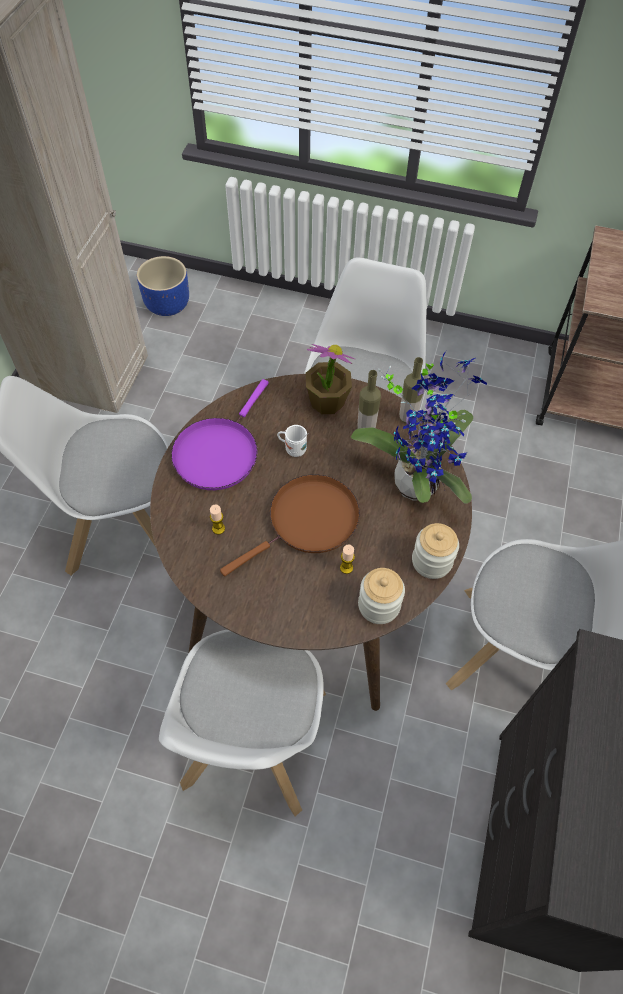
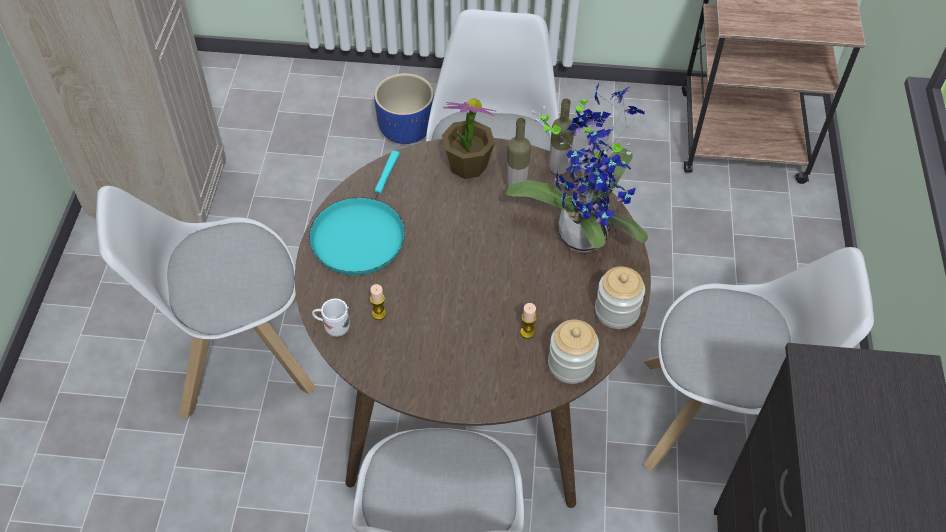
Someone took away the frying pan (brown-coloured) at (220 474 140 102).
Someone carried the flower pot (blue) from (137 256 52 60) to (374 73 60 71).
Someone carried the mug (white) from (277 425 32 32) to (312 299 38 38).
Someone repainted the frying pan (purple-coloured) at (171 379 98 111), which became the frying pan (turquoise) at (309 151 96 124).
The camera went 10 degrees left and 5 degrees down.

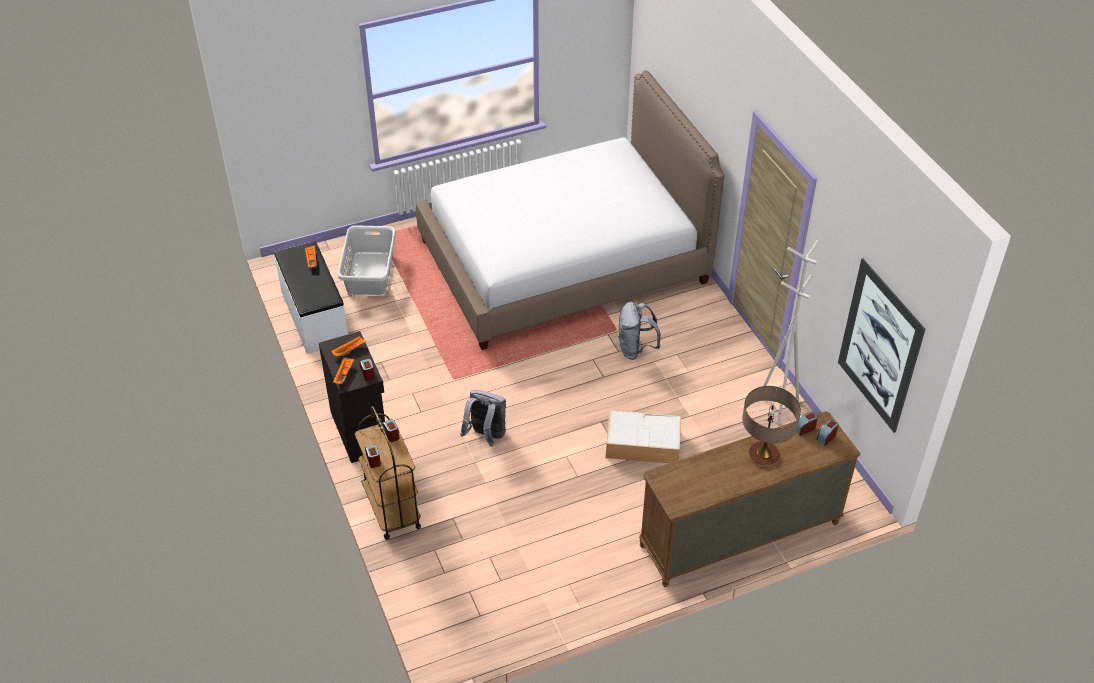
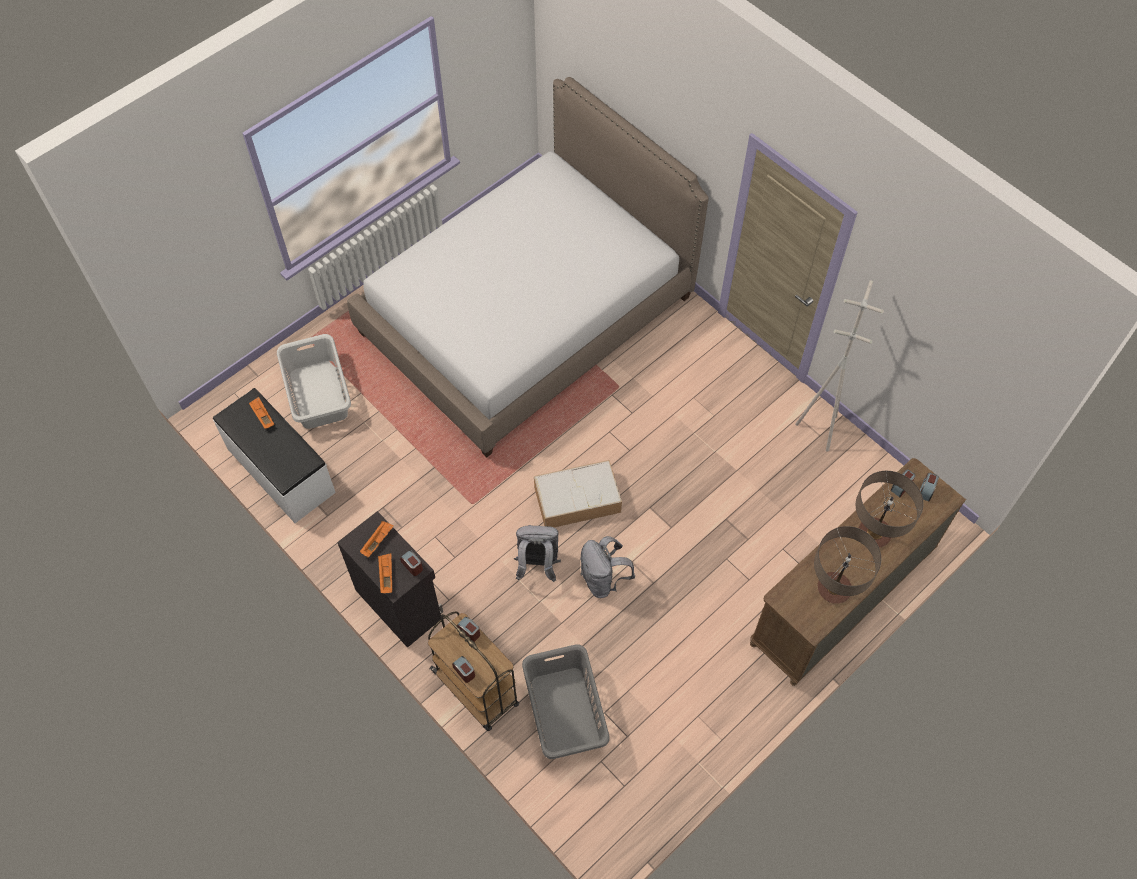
Someone took away the picture at (838 258 88 175).
Someone put down the washing basket (grey) at (522 644 88 115).
Someone put down the tabletop lamp at (814 526 67 78).
Someone carried the storage box from (606 410 75 53) to (534 460 88 67).
Someone carried the rucksack (grey) from (618 302 43 58) to (580 536 55 62).
The camera went 20 degrees left and 15 degrees up.

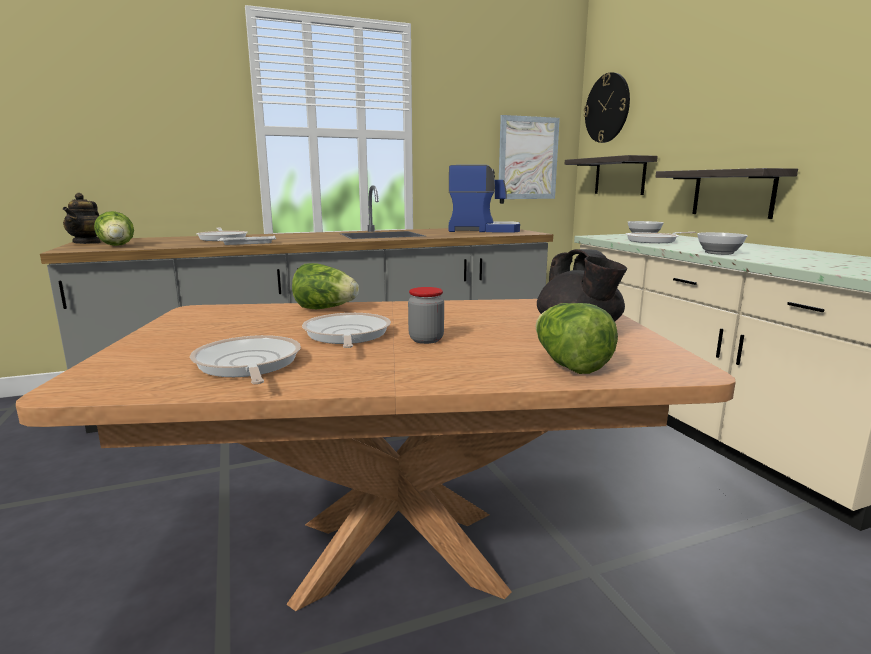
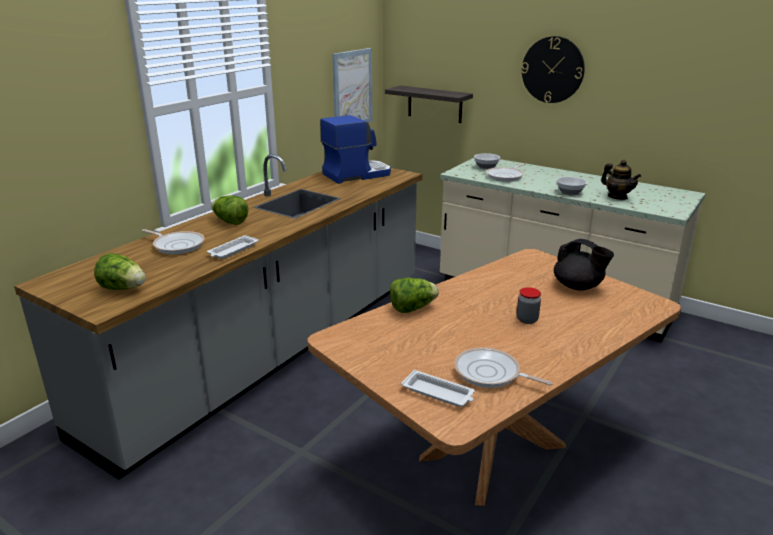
Someone took away the frying pan at (302 313 89 35).
Someone took away the bracket shelf at (655 168 143 51).
Someone put down the serving tray (white) at (401 369 74 38).
Someone carried the tea pot from (63 193 38 51) to (601 160 40 40).
Someone carried the head of lettuce from (535 303 83 71) to (211 195 37 30).
Someone carried the clock on the wall from (584 72 46 71) to (521 36 64 67).
The camera went 35 degrees left and 10 degrees up.

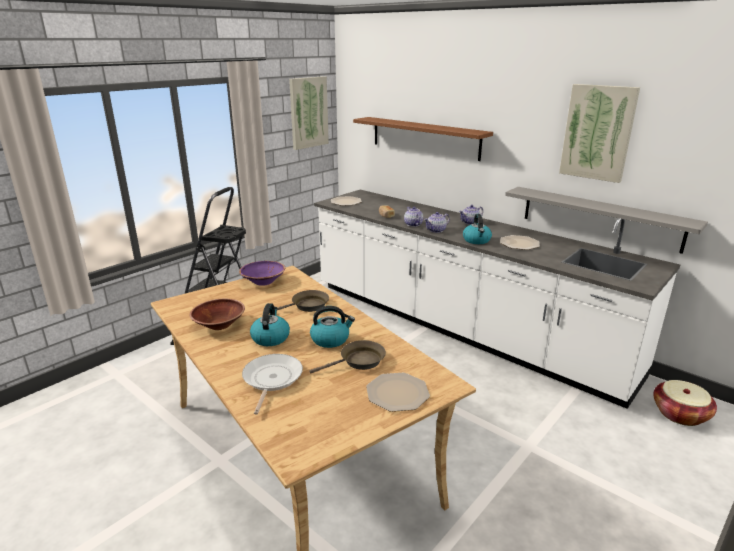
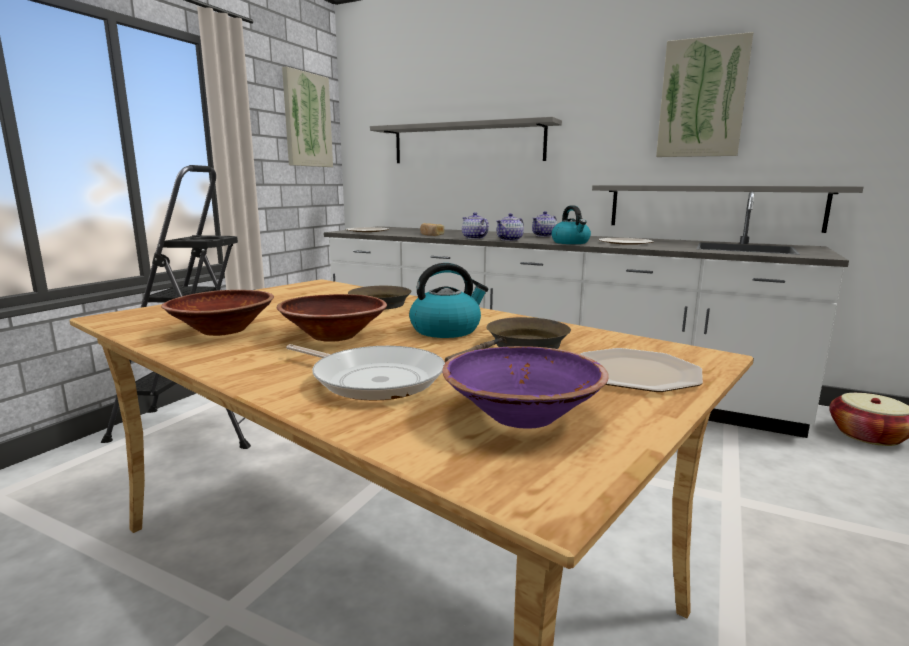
Someone carried the serving bowl (purple-coloured) from (239 261 46 25) to (442 346 167 83).
Someone swapped the kettle at (250 303 40 43) for the serving bowl (brown-coloured) at (277 294 110 48).
Someone repainted the bracket shelf (brown-coloured) at (353 117 140 44), which became the bracket shelf (grey) at (370 117 192 46).
Someone rotated the frying pan at (242 354 61 61) by 135 degrees clockwise.
The camera went 15 degrees left and 10 degrees down.

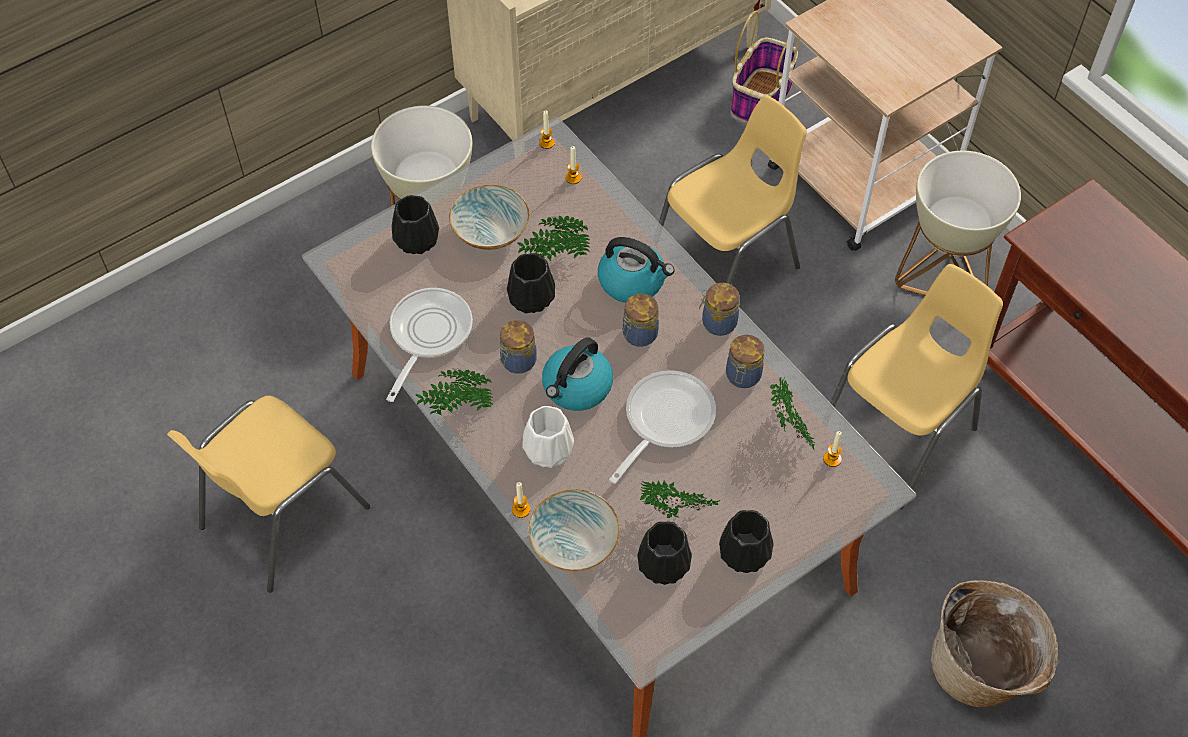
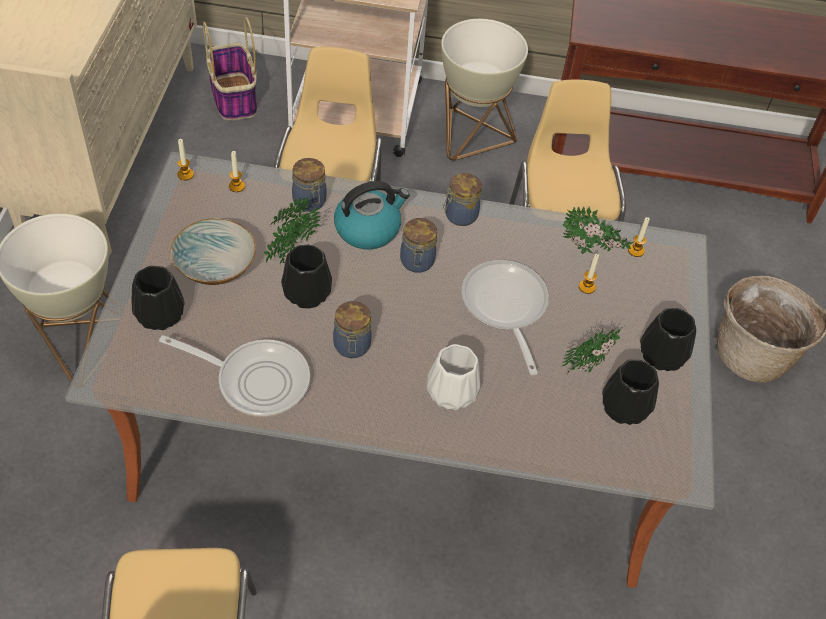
Someone took away the plant in a pot at (416 368 77 47).
Someone took away the serving bowl at (529 489 91 82).
Someone took away the kettle at (542 337 71 74).
Someone carried the wax candle from (512 482 18 36) to (579 254 20 40).
Someone carried the storage jar from (726 335 39 53) to (292 158 34 54).
Someone rotated the frying pan at (386 288 87 114) by 135 degrees clockwise.
The camera went 50 degrees left and 5 degrees down.

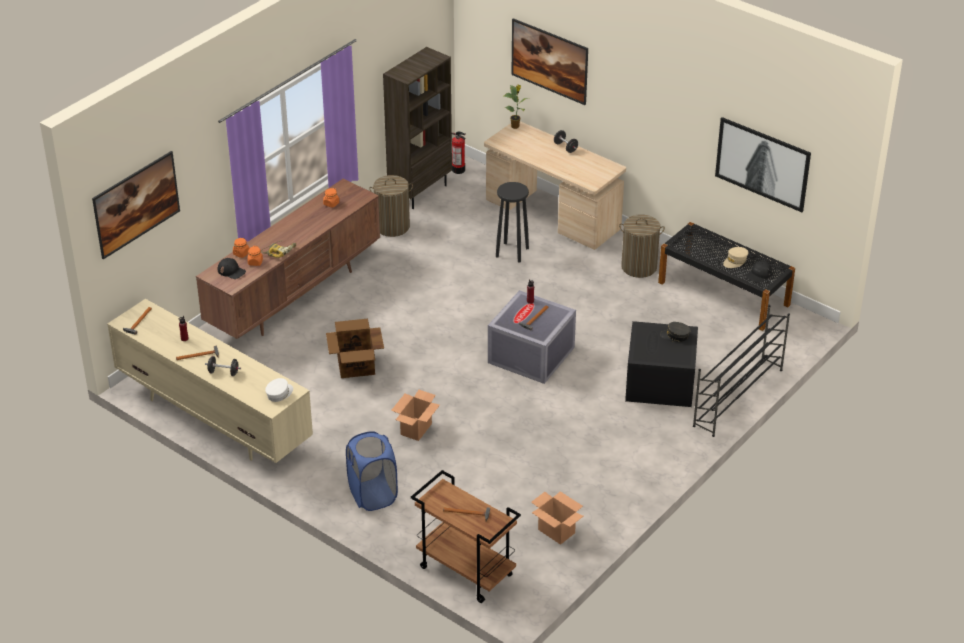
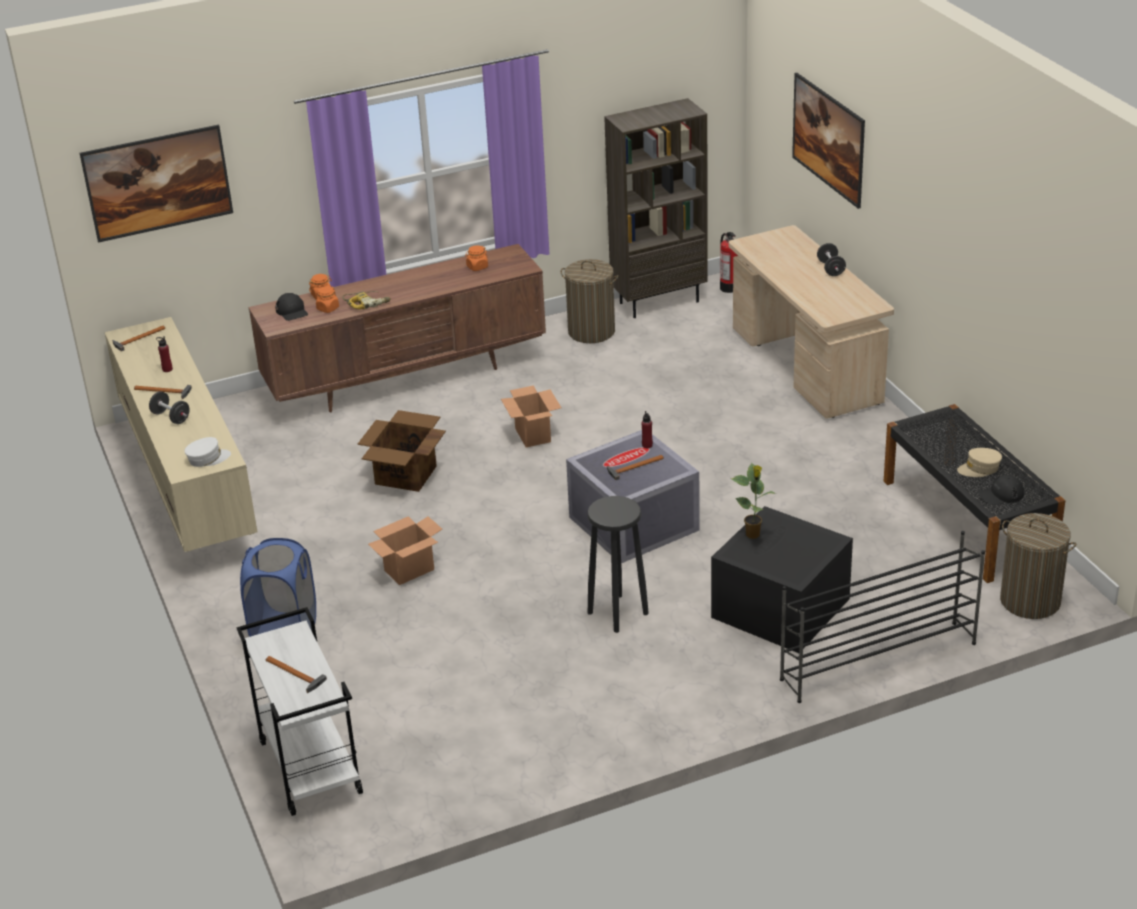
Someone took away the baseball cap (grey) at (660 322 31 20).
Someone took away the picture at (715 117 96 95).
Someone carried the stool seat (black-coloured) from (496 182 33 81) to (588 496 61 137).
Someone carried the plant in a pot from (504 85 24 44) to (732 463 44 76).
Someone carried the packing box from (531 491 52 54) to (501 385 60 62).
Someone carried the washing basket from (619 215 46 63) to (1000 513 76 106).
Someone repainted the trolley (brown-coloured) at (411 470 110 133), which became the trolley (white) at (236 607 127 209).
The camera went 30 degrees right and 5 degrees down.

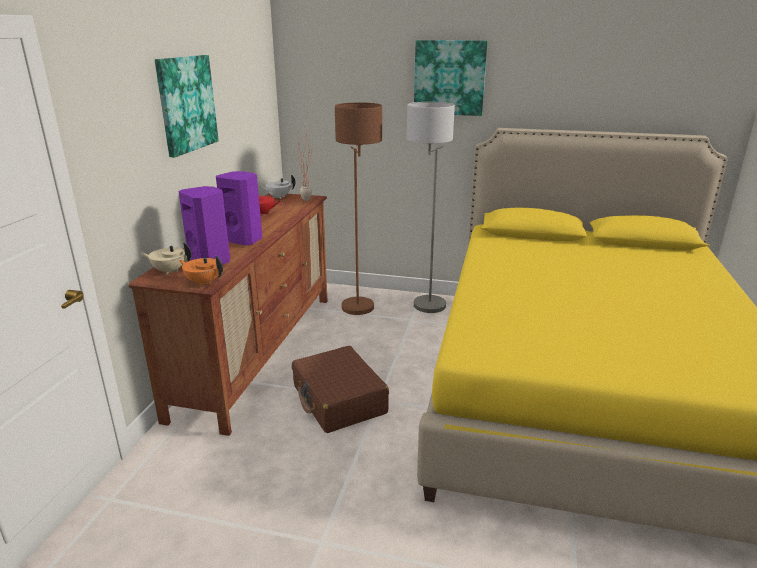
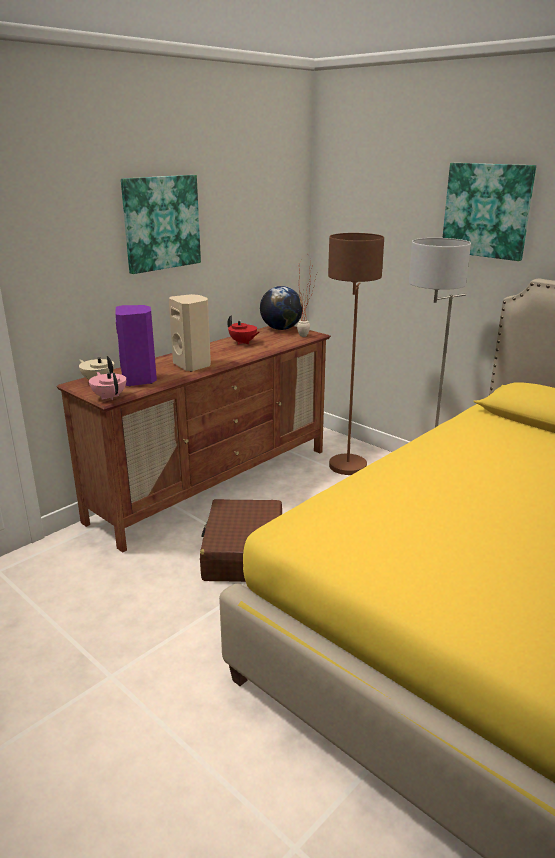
Someone swapped the tea pot (white) at (259 175 36 24) for the world globe at (260 286 43 44).
Someone repainted the tea pot (orangey) at (179 255 44 31), which became the tea pot (pink-coloured) at (89 372 37 28).
Someone repainted the audio speaker (purple-coloured) at (216 171 46 75), which became the audio speaker (beige-coloured) at (169 294 42 77).
The camera went 30 degrees right and 0 degrees up.

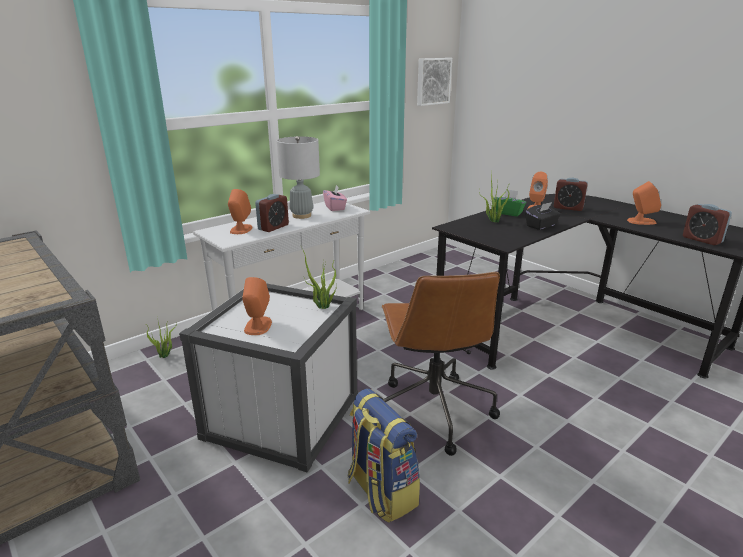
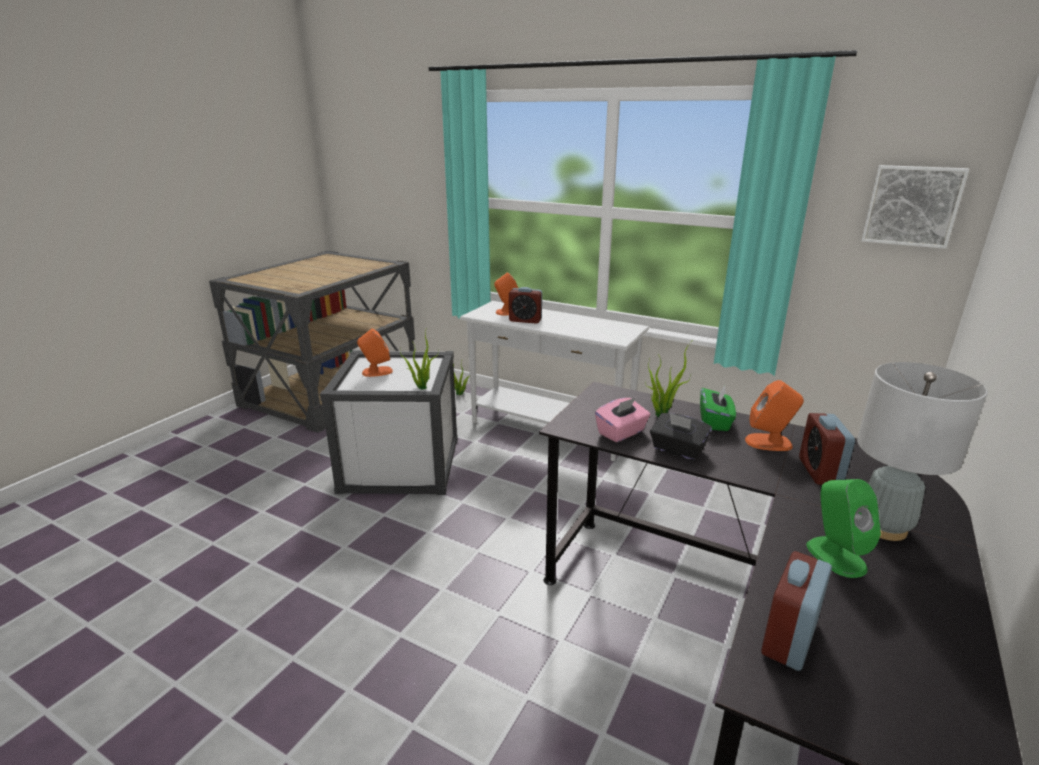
Someone took away the rucksack at (348 388 72 135).
Someone took away the office chair (brown-coloured) at (382 272 118 184).
Someone carried the tabletop lamp (grey) from (277 136 43 83) to (857 362 131 179).
Someone carried the box of tissues (pink-coloured) from (323 185 24 26) to (595 398 55 44).
Someone repainted the audio speaker (orangey) at (627 181 34 44), which became the audio speaker (green-coloured) at (806 479 75 99).
The camera went 70 degrees right and 0 degrees up.

